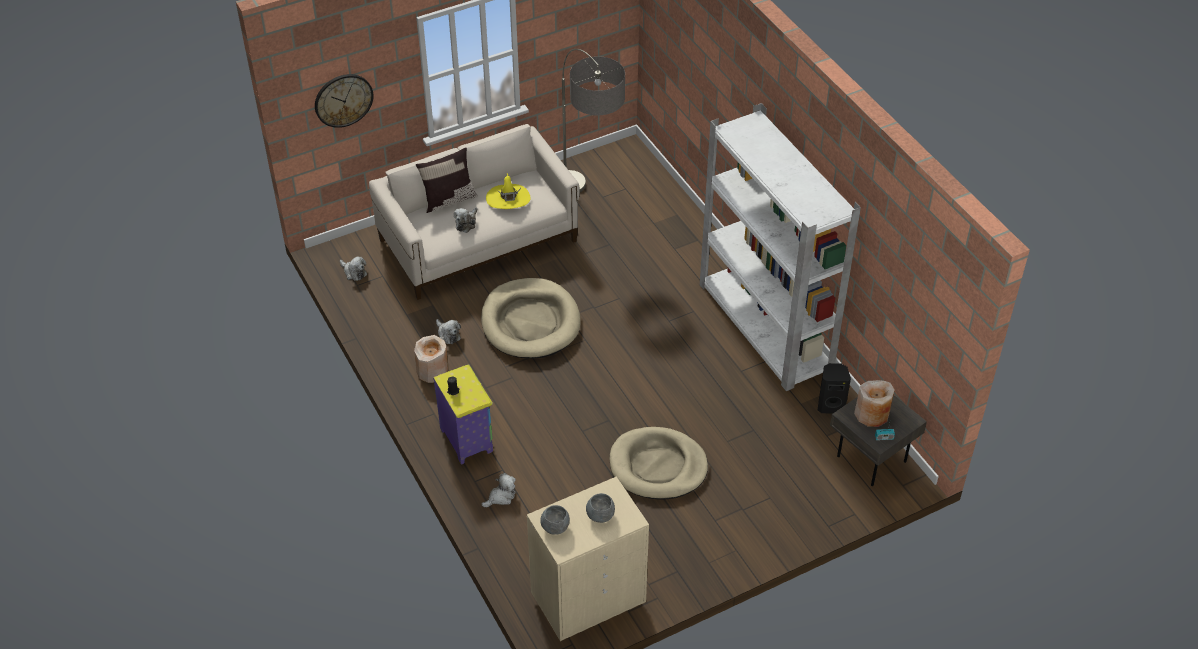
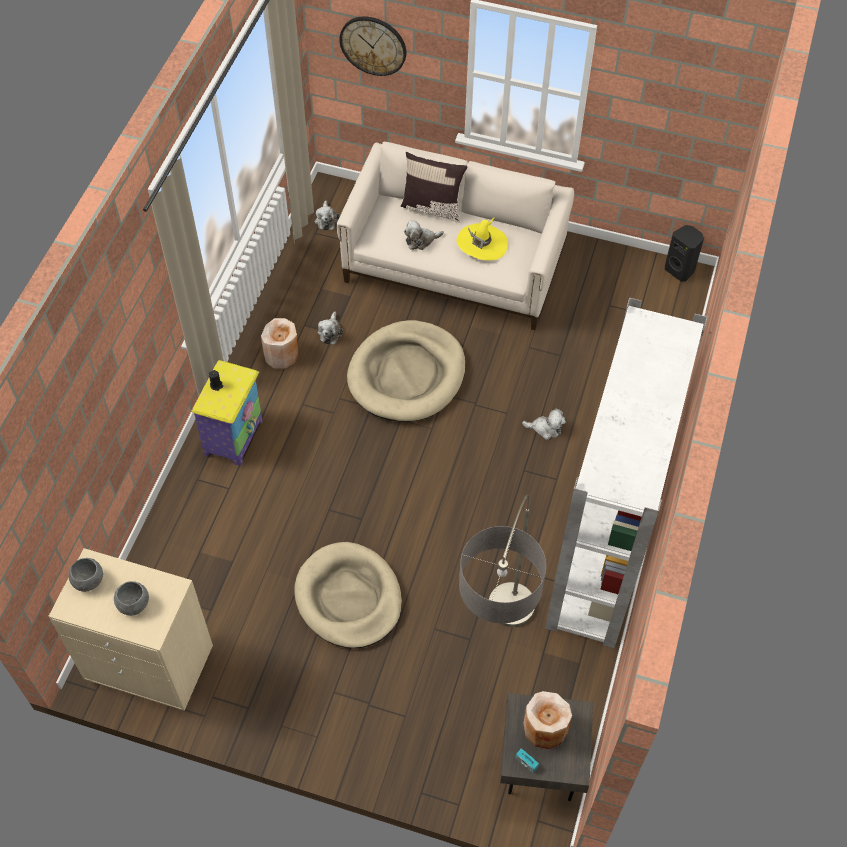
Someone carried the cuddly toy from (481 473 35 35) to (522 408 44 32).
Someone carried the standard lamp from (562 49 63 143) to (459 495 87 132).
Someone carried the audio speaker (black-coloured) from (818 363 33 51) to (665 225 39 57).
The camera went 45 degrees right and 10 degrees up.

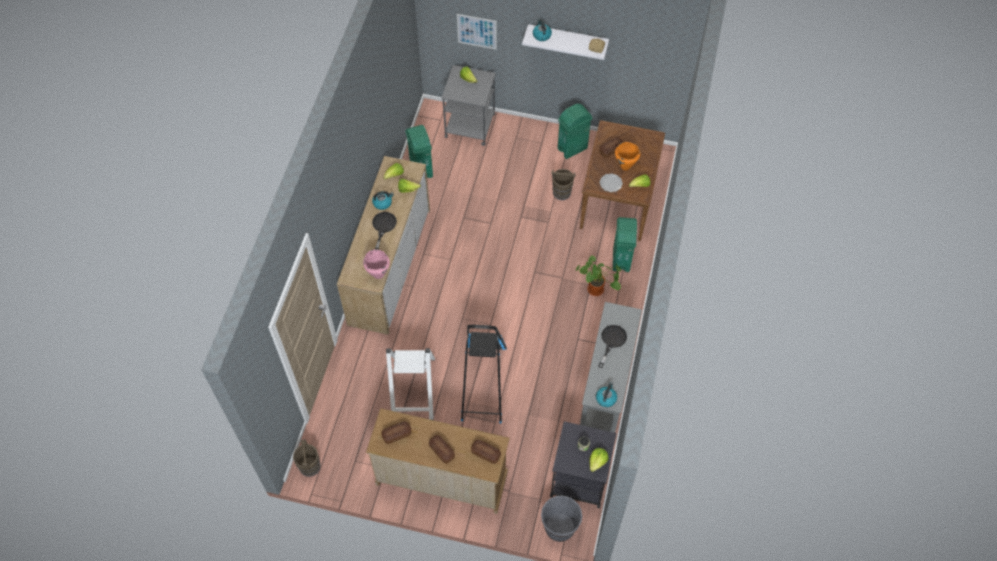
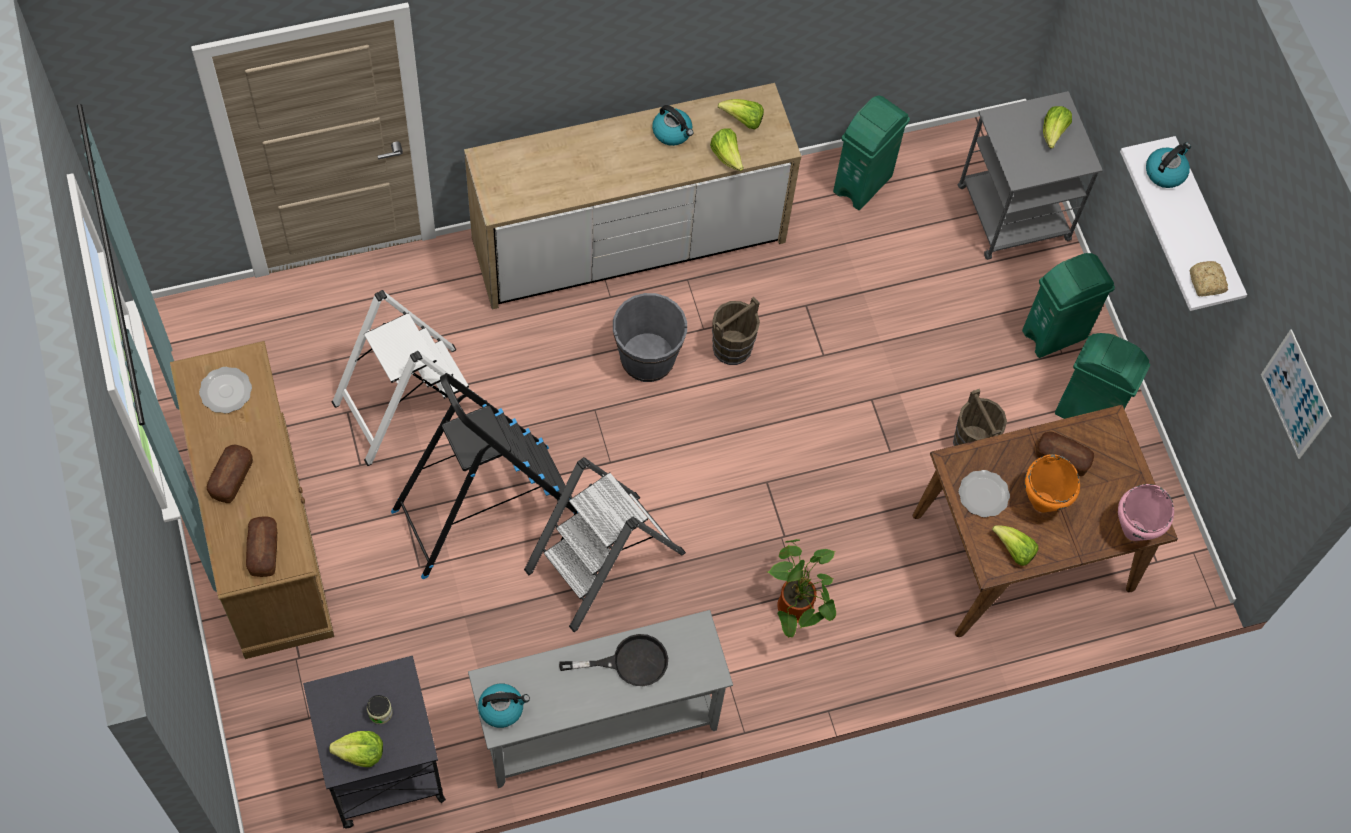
Someone took away the frying pan (black-coloured) at (372 212 25 38).
Someone put down the step ladder (grey) at (524 457 162 175).
Someone carried the bucket (brown-coloured) from (293 439 28 38) to (712 296 48 69).
Someone carried the saucepot (pink-coloured) from (363 249 27 30) to (1118 484 56 57).
Someone carried the picture from (457 14 40 35) to (1261 329 71 130).
Someone carried the bucket (grey) from (541 495 41 47) to (613 293 74 89).
Someone carried the waste bin (green-coloured) from (613 217 24 55) to (1022 253 93 105).
Someone swapped the bakery bread at (381 421 31 23) for the flat dish at (199 367 53 46).
The camera went 55 degrees right and 5 degrees up.

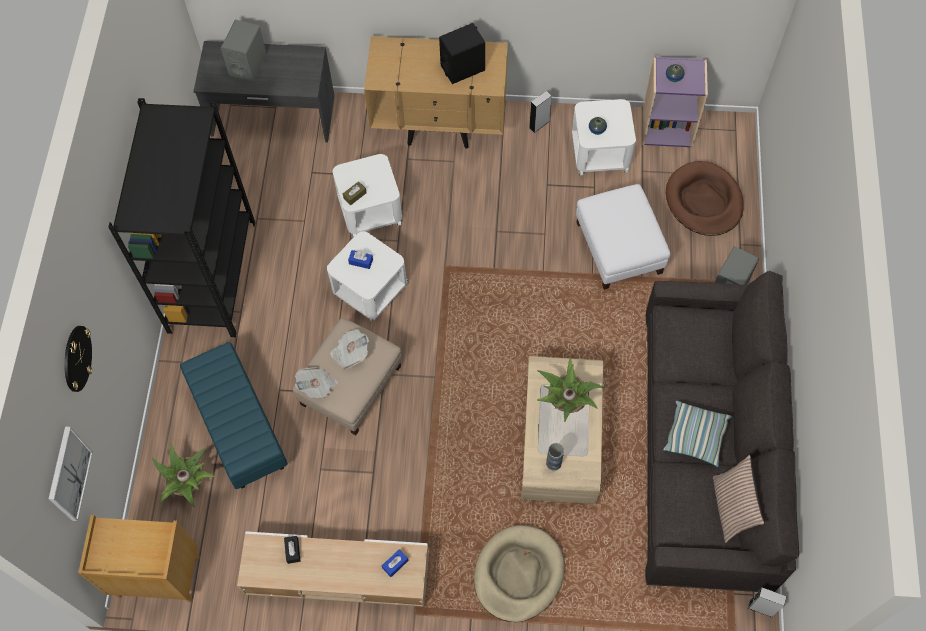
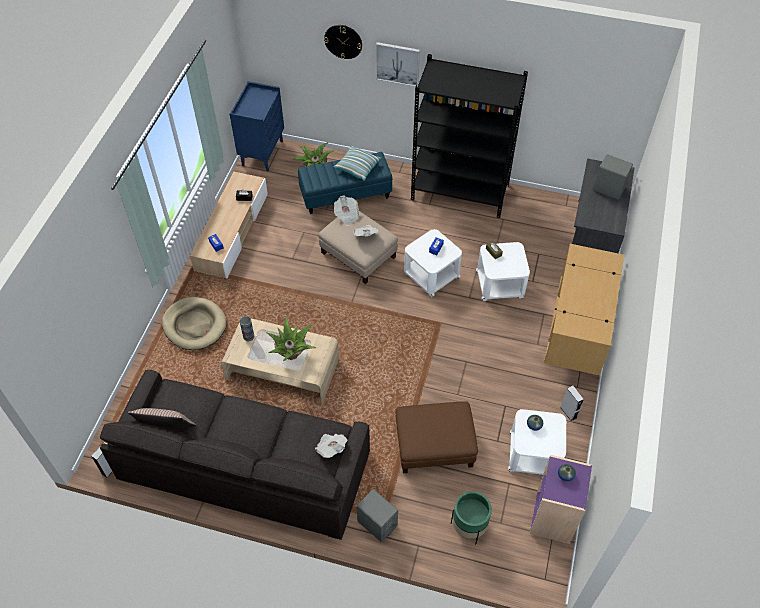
Someone took away the audio speaker (black-coloured) at (439 23 46 61).
Someone put down the printed paper at (315 434 32 24).
Someone carried the picture from (48 426 45 95) to (376 42 44 45).
Someone carried the pillow from (663 401 69 66) to (333 146 48 35).
Someone swapped the dog bed (brown-coloured) at (666 161 78 75) for the flower pot (green-coloured) at (451 491 41 54).
Someone repainted the cabinet (brown-coloured) at (78 515 122 88), which became the cabinet (blue) at (230 81 54 90).
Someone repainted the pouffe (white) at (576 184 95 106), which became the pouffe (brown-coloured) at (395 401 83 72).
The camera went 100 degrees right and 10 degrees down.

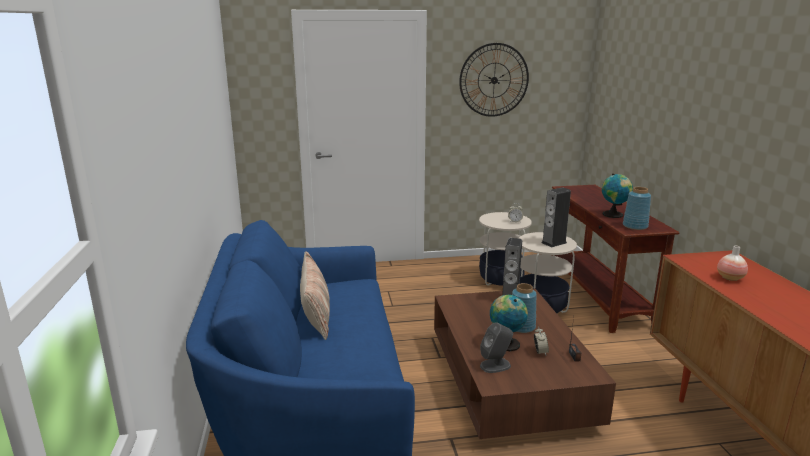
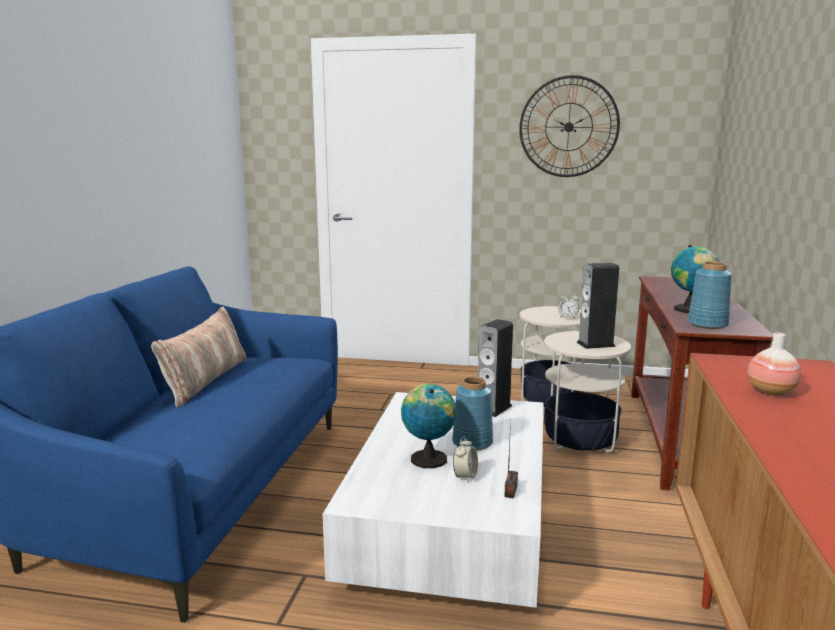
Someone took away the audio speaker (grey) at (480 323 33 50).
Someone repainted the coffee table (brown-coloured) at (434 289 182 150), which became the coffee table (white) at (323 392 221 216).
The camera went 20 degrees right and 5 degrees down.

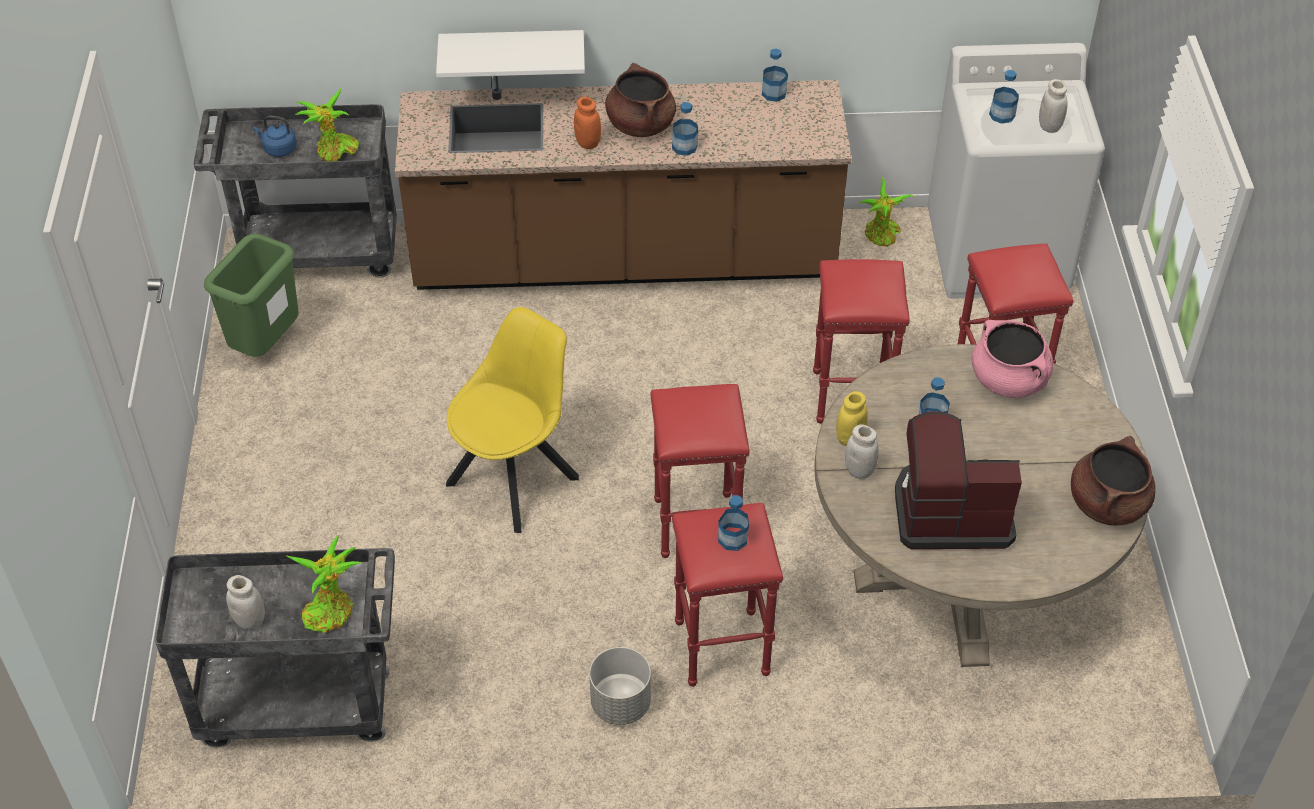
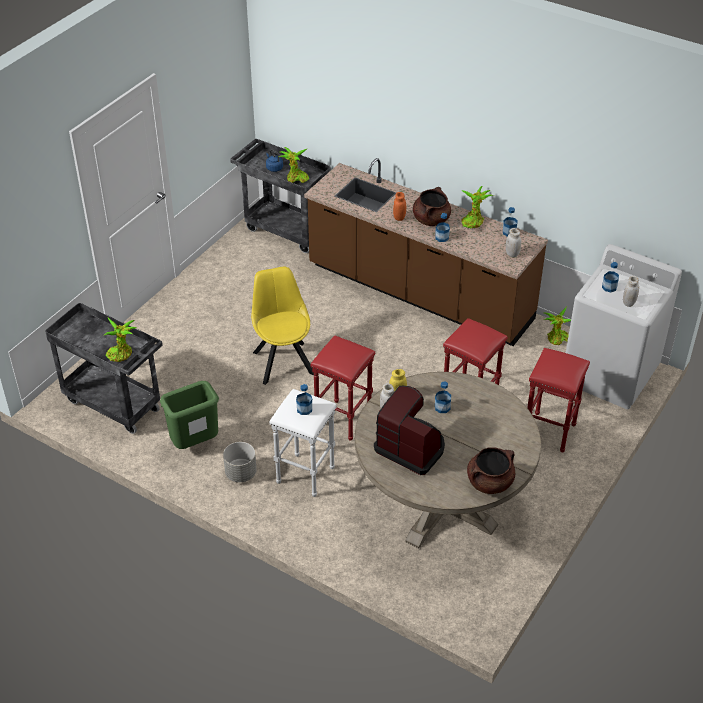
Someone took away the bracket shelf (white) at (436 30 149 48).
Someone took away the saucepot (pink-coloured) at (972 320 81 78).
Someone put down the plant in a pot at (461 186 33 42).
Someone carried the waste bin (green-coloured) from (204 234 94 123) to (160 381 59 68).
Someone carried the storage jar (white) from (226 575 39 55) to (506 228 15 29).
Someone repainted the stool seat (red-coloured) at (672 503 111 184), which became the stool seat (white) at (269 389 68 108).
Someone rotated the chair (yellow-coloured) at (446 307 133 226) by 90 degrees counterclockwise.
The camera went 35 degrees right and 5 degrees down.

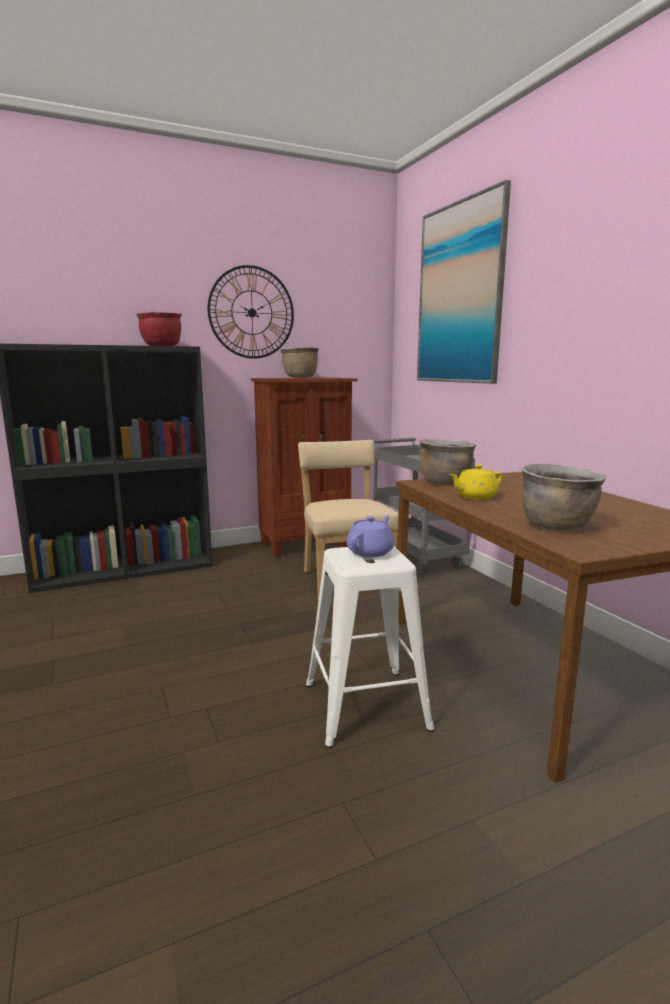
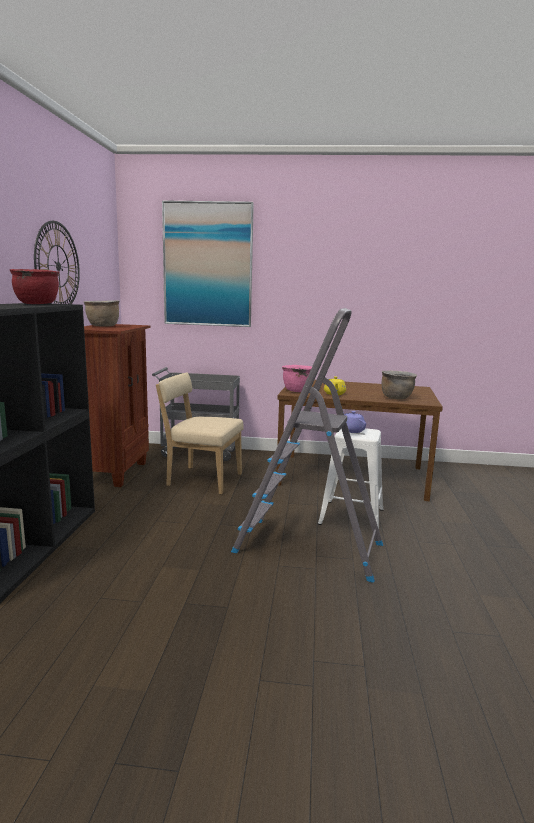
Someone put down the step ladder (grey) at (231 308 152 274).
Someone repainted the saucepot (brown-coloured) at (420 439 56 46), which became the saucepot (pink-coloured) at (282 365 30 27).
The camera went 60 degrees left and 0 degrees up.

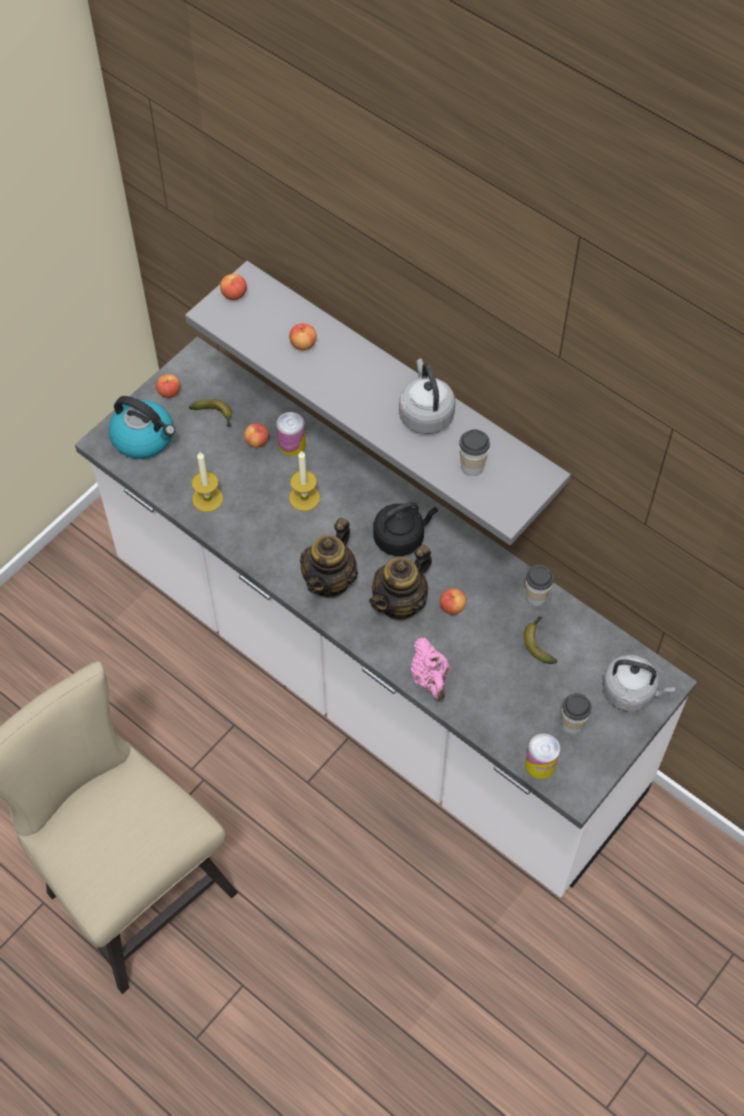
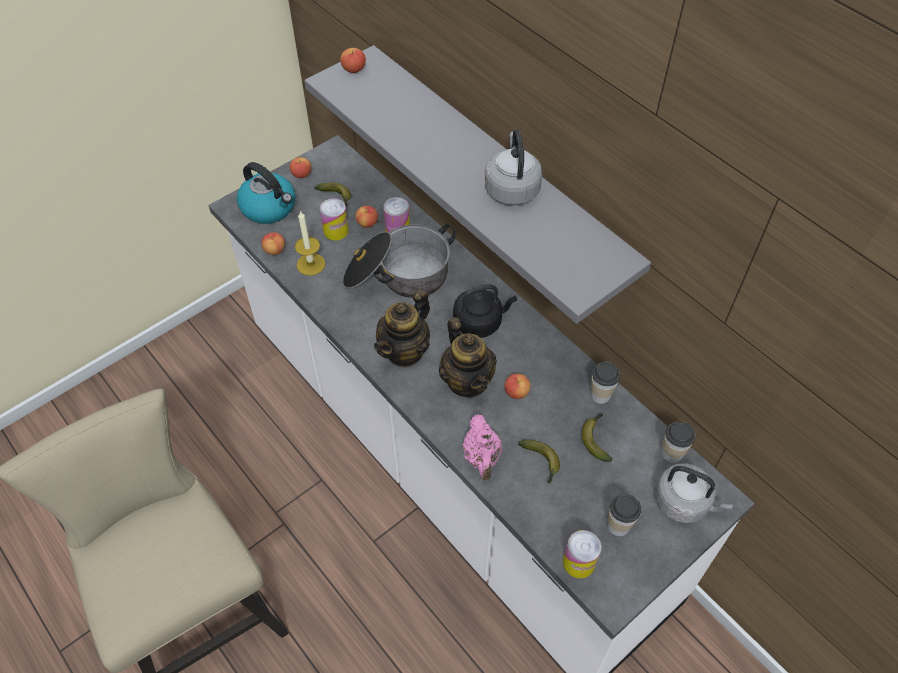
Someone put down the can at (320 198 29 43).
Someone put down the banana at (518 439 42 45).
Someone carried the apple from (289 323 28 27) to (261 232 24 23).
Someone carried the small cup from (459 429 31 47) to (661 421 35 42).
Someone swapped the wax candle at (289 450 31 61) for the saucepot at (343 224 113 74).
Someone rotated the tea pot at (369 545 63 77) by 75 degrees counterclockwise.
The camera went 10 degrees right and 5 degrees down.

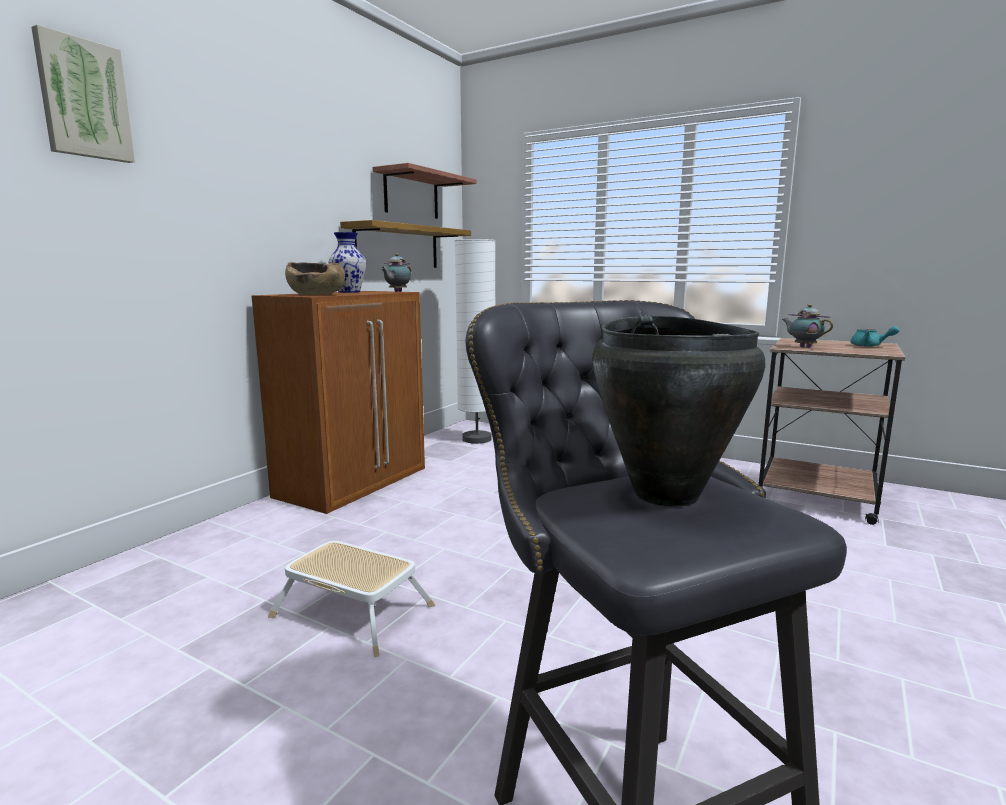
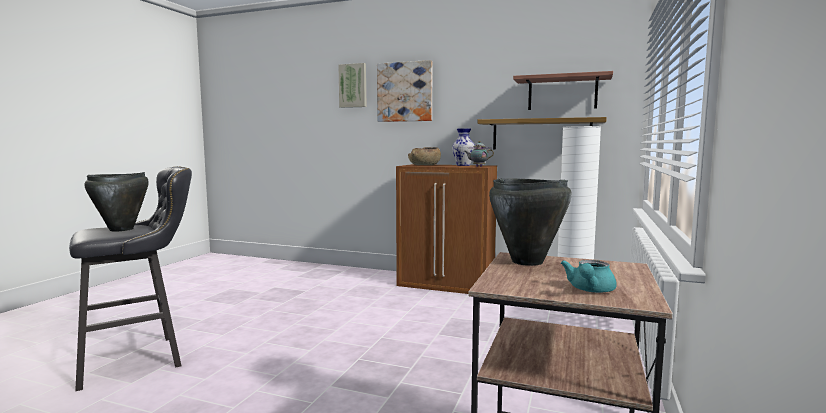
Someone took away the step ladder (beige-coloured) at (268 541 168 116).
Someone put up the picture at (377 60 56 62).
Someone swapped the tea pot at (782 304 51 44) for the saucepot (black-coloured) at (489 178 83 88).
The camera went 80 degrees right and 5 degrees down.

